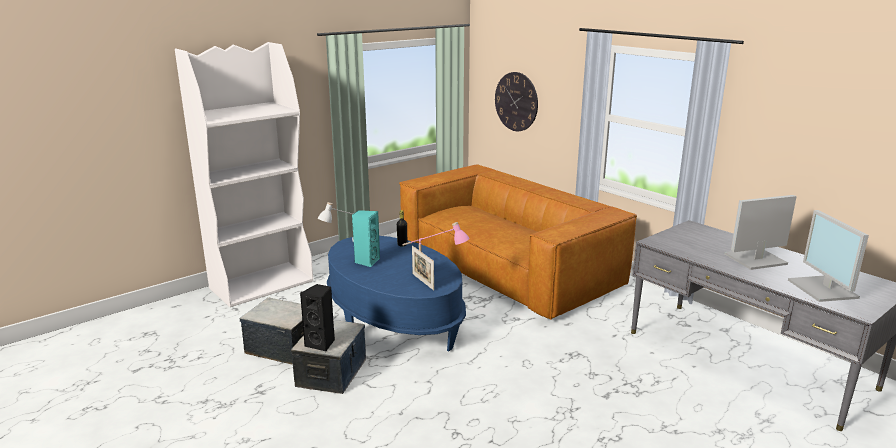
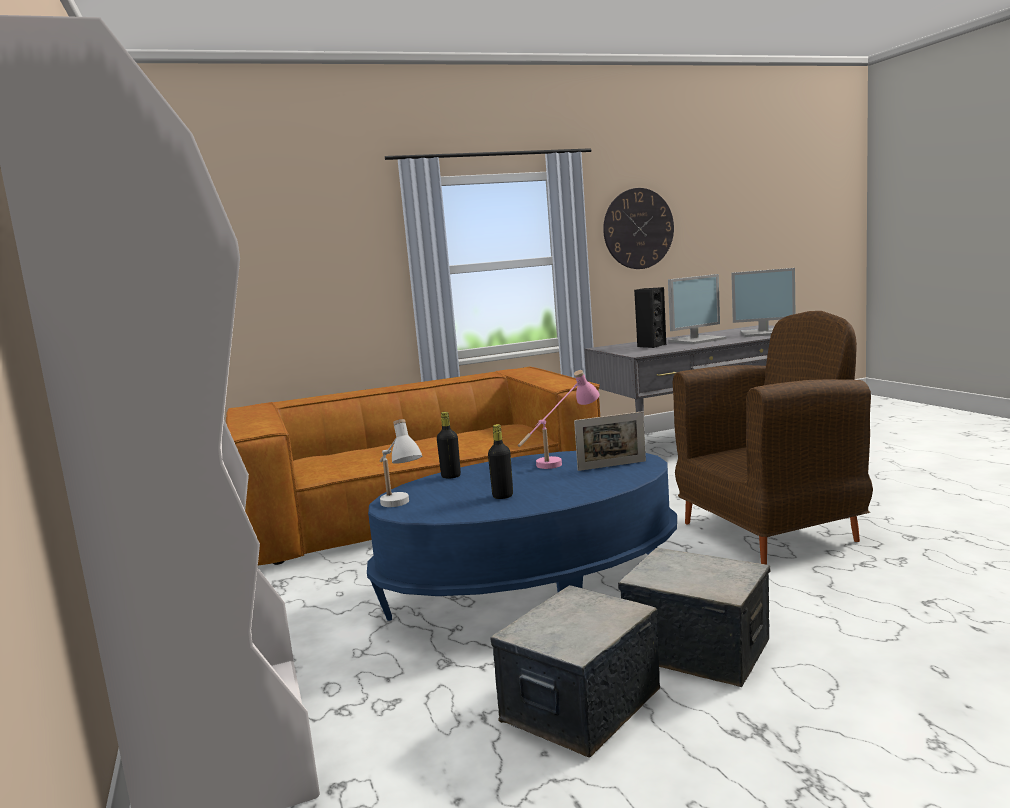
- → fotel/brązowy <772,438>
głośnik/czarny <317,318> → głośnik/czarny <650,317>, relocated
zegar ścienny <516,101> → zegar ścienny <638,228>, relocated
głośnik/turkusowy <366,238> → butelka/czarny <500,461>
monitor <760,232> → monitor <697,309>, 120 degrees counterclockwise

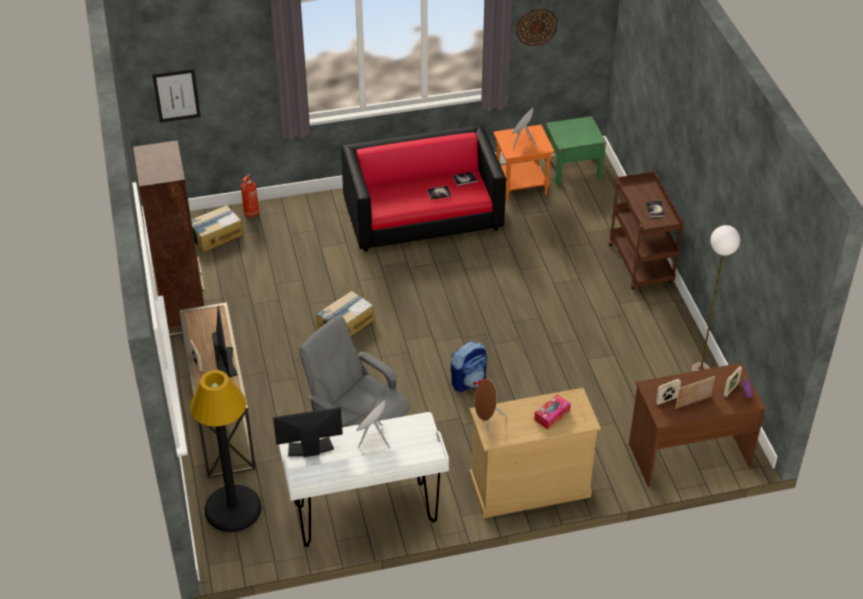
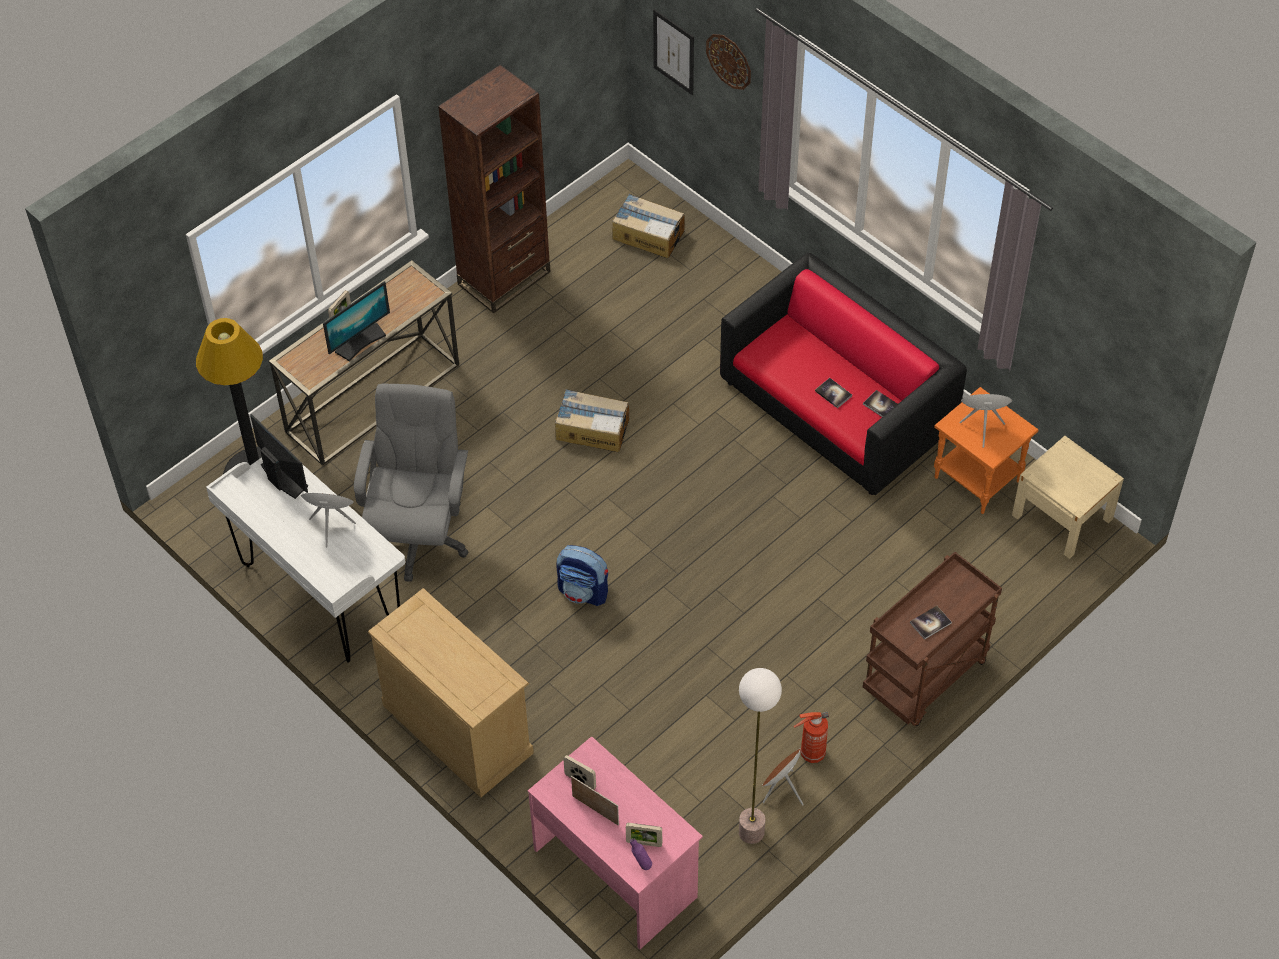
pudełko chusteczek <552,412> → -
gaśnica <250,195> → gaśnica <811,737>, relocated
głośnik/brązowy <491,407> → głośnik/brązowy <783,776>, relocated
zegar ścienny <537,27> → zegar ścienny <728,62>, relocated
szafka nocna/zielony <575,150> → szafka nocna/beżowy <1068,497>
biurko/brązowy <697,425> → biurko/różowy <615,842>

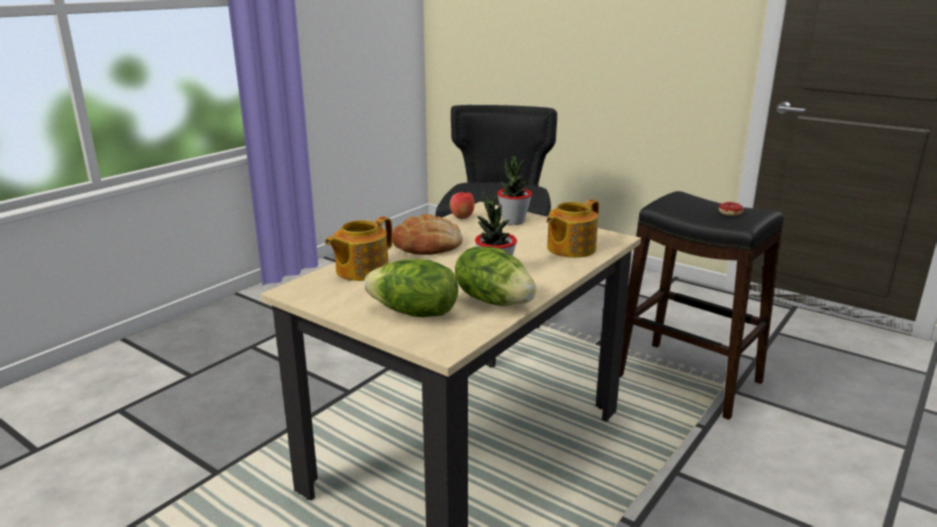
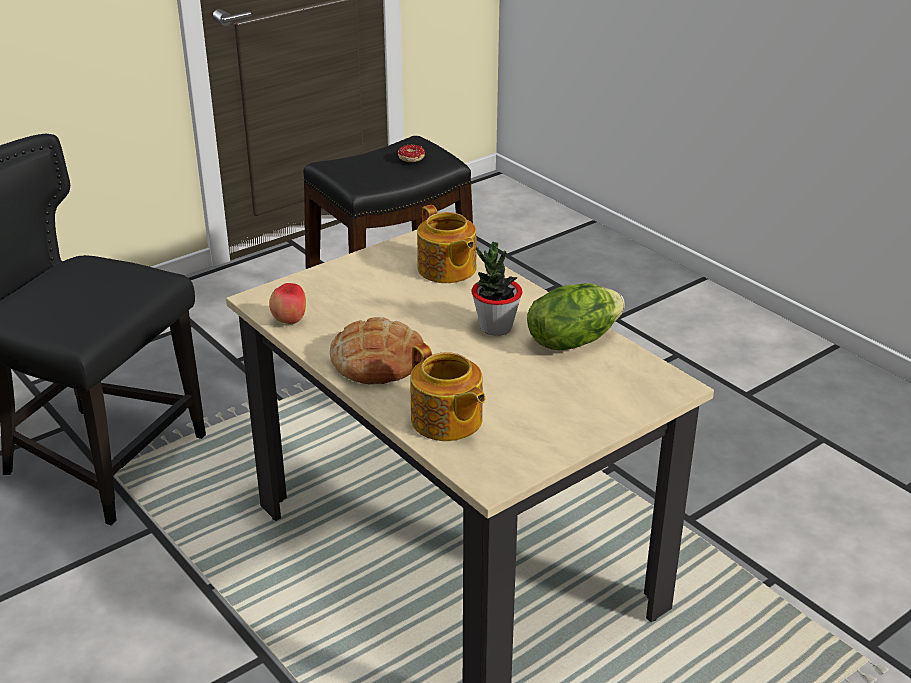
sałata <411,288> → -
roślina doniczkowa <514,190> → -

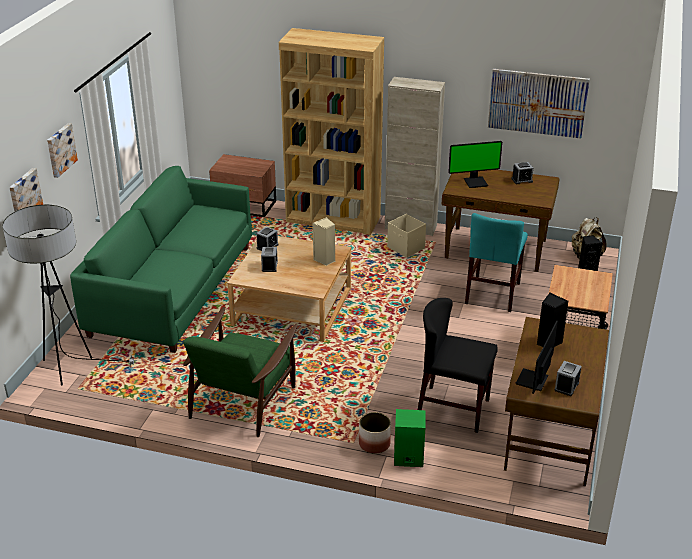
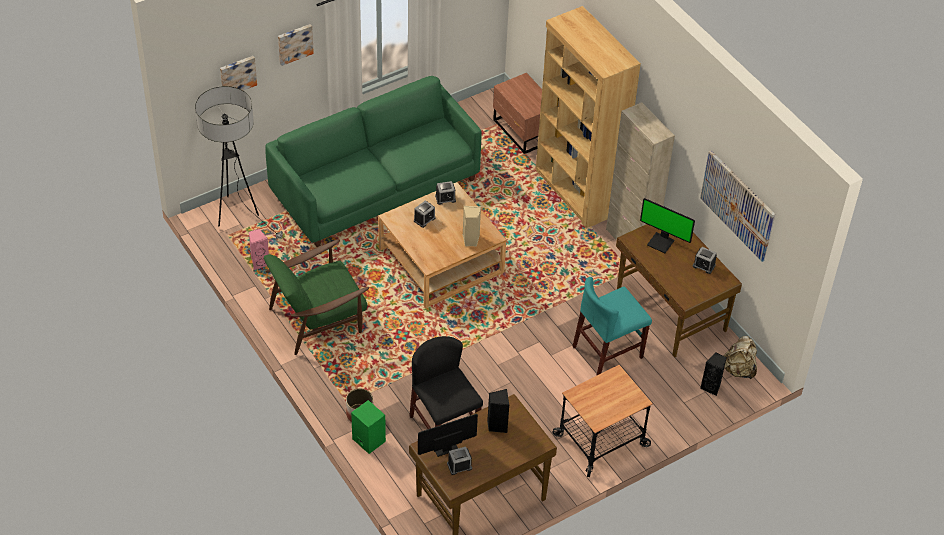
pojemnik do przechowywania/beżowy <406,235> → -
- → głośnik/różowy <259,249>

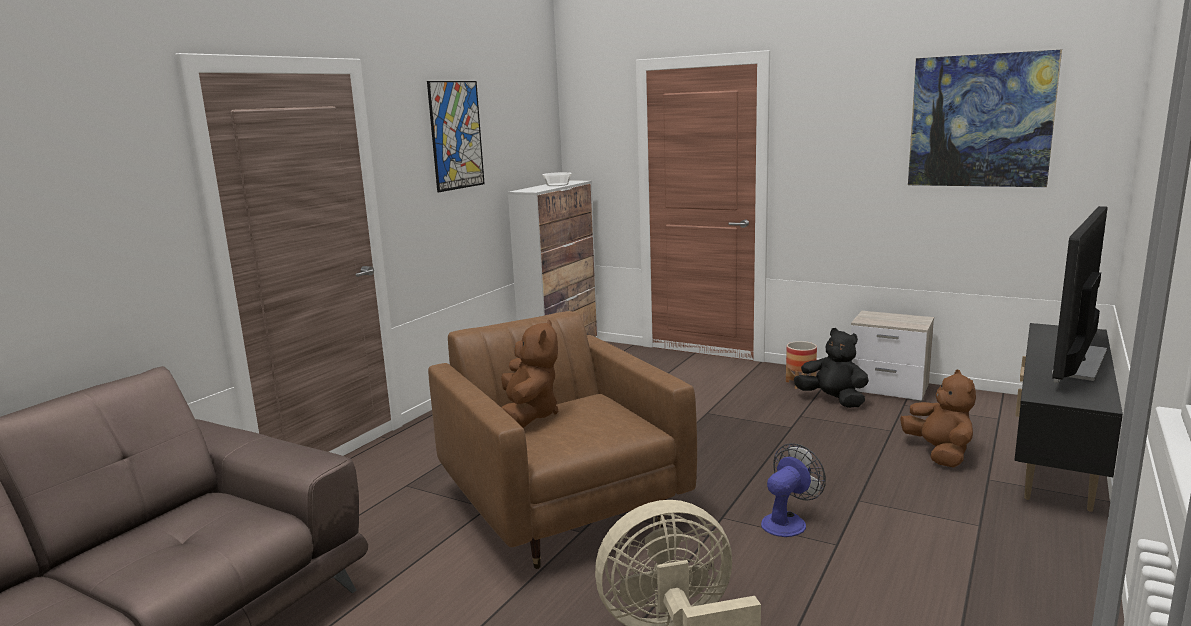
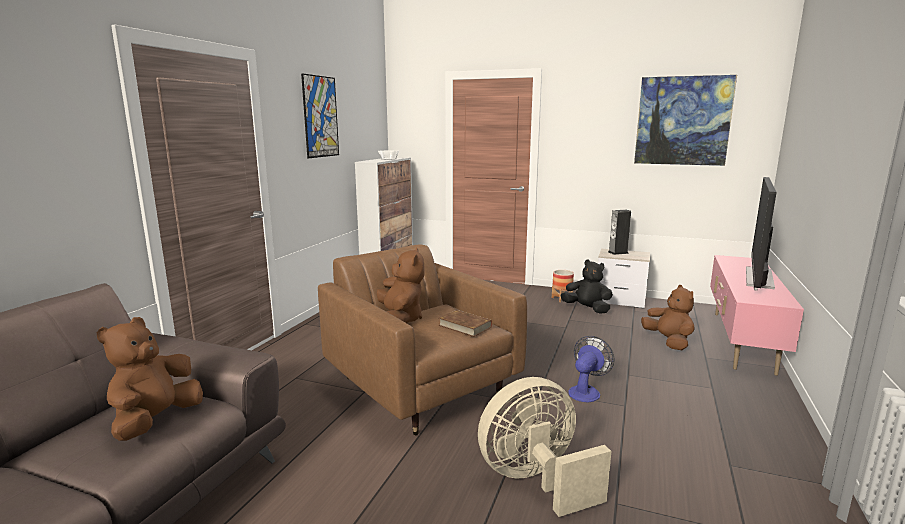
- → pluszak/brązowy <150,379>
- → książka/brązowy <465,323>
- → głośnik <619,232>
szafka pod telewizor/czarny <1068,417> → szafka pod telewizor/różowy <757,315>

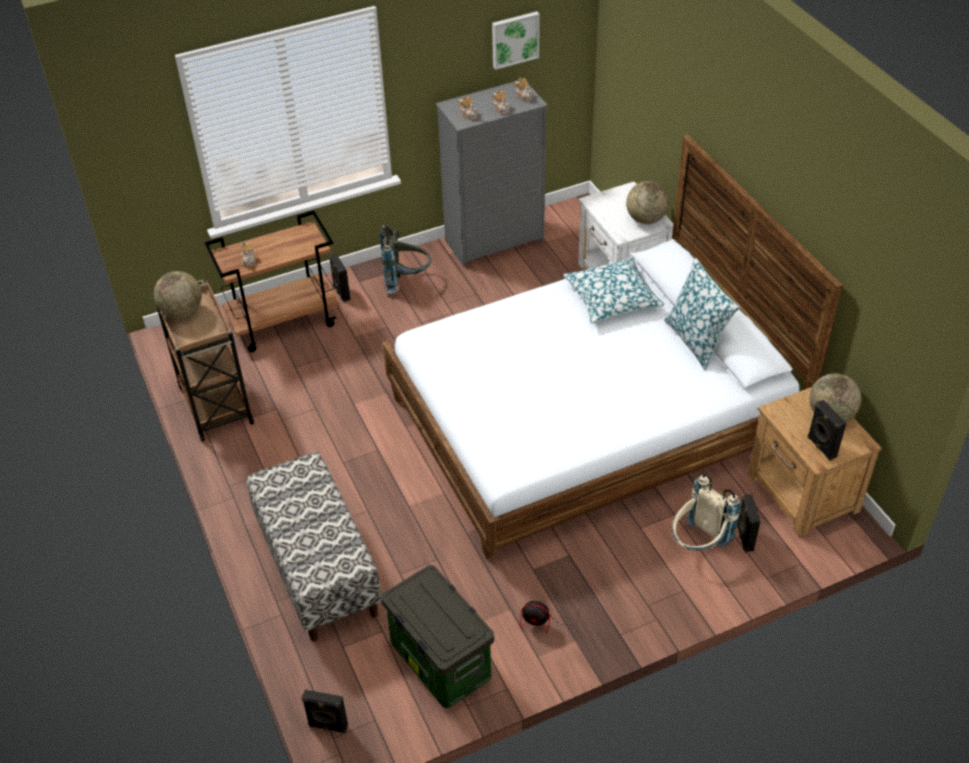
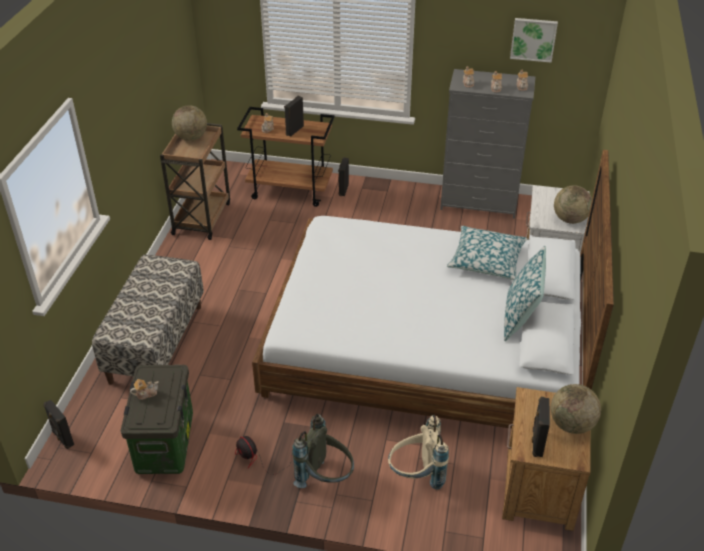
- → imbryk <144,389>
plecak/szary <405,257> → plecak/szary <323,451>, relocated
głośnik/czarny <748,523> → głośnik/czarny <294,116>, relocated

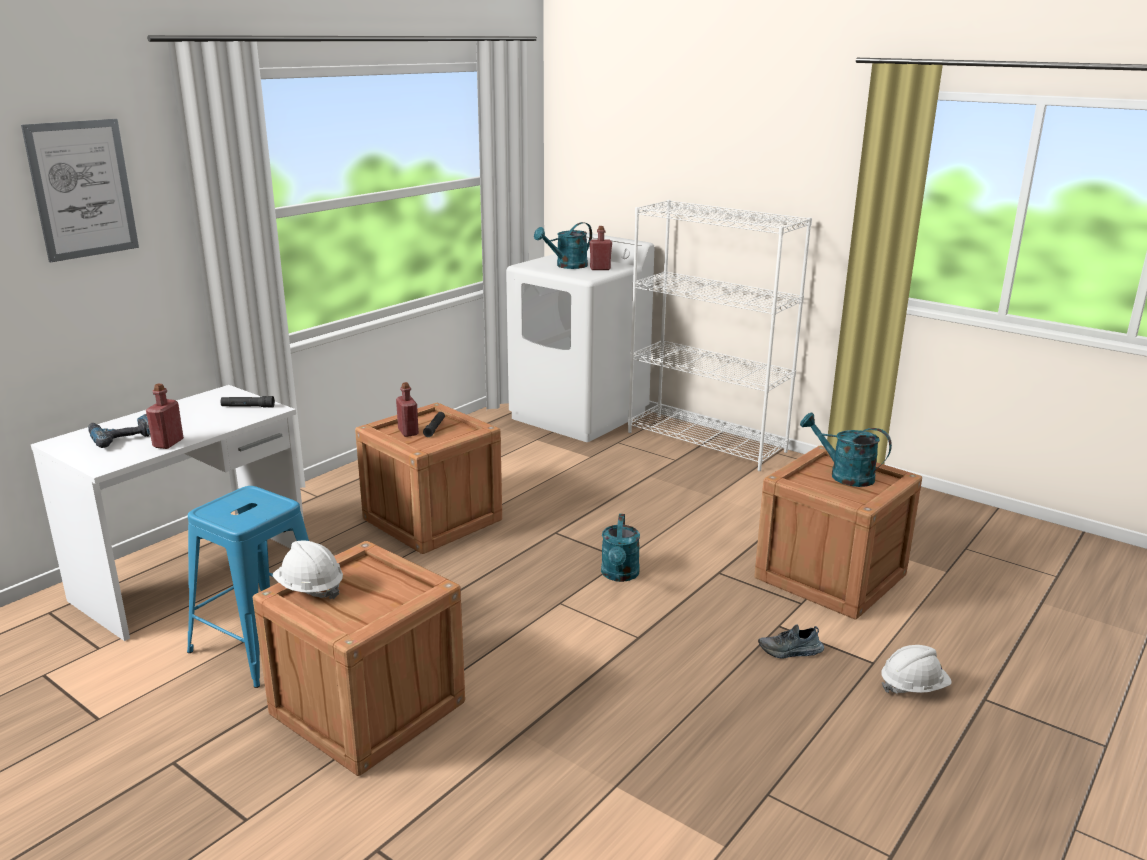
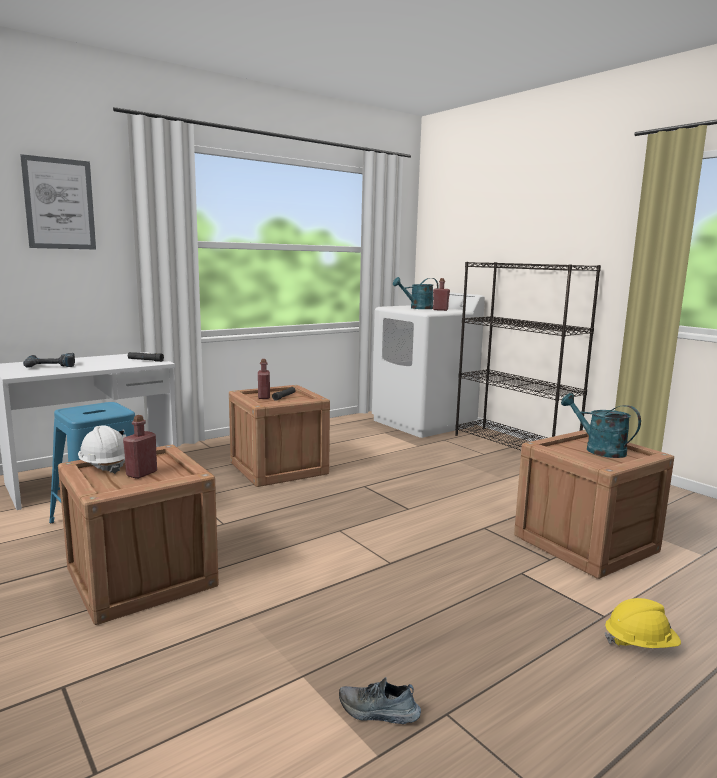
konewka/turkusowy <620,548> → -
butelka/czerwony <165,416> → butelka/czerwony <140,447>, relocated
but <791,641> → but <380,700>, relocated
regał/biały <720,335> → regał/czarny <528,356>
kask/biały <916,669> → kask/żółty <643,623>

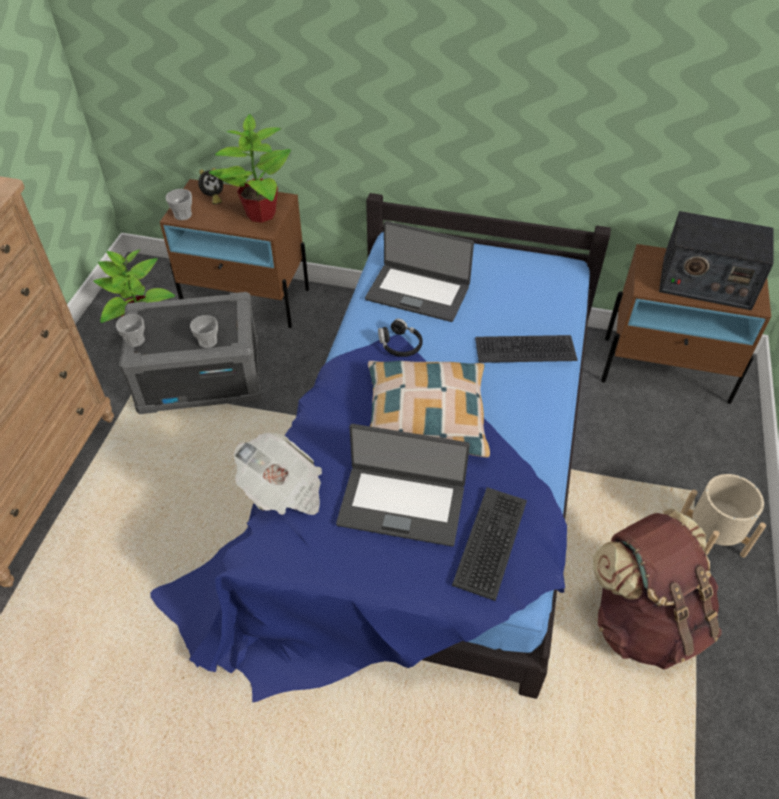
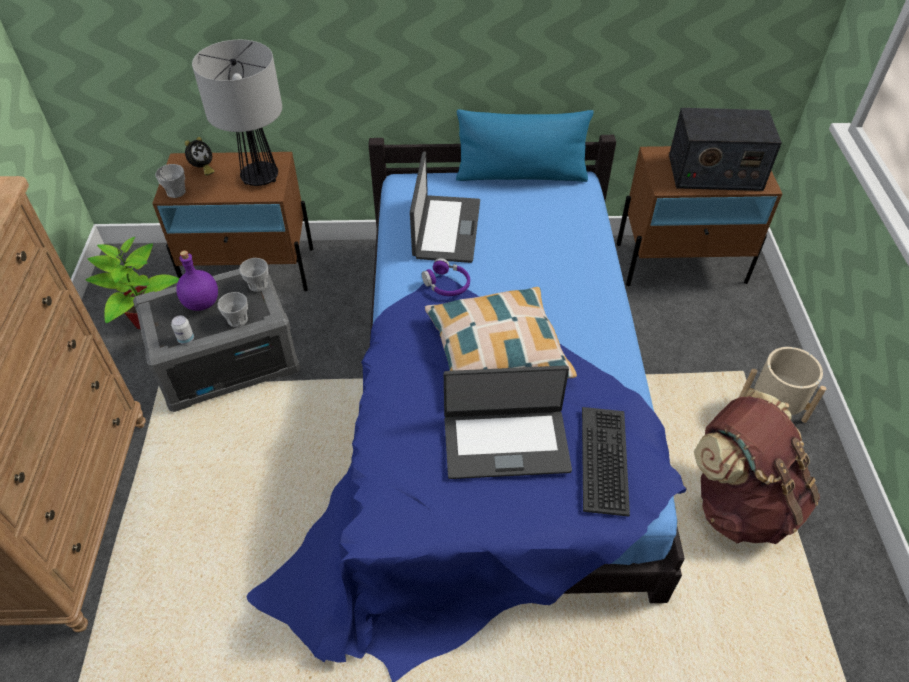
gazeta <278,474> → -
klawiatura <526,349> → -
- → puszka <182,329>
- → butelka/fioletowy <197,280>
- → poduszka/niebieski <525,146>
filiżanka <130,330> → filiżanka <253,275>, relocated
roślina doniczkowa <250,168> → lampa stołowa <237,113>
słuchawki/czarny <400,337> → słuchawki/fioletowy <446,277>
laptop <419,271> → laptop <445,207>, 90 degrees counterclockwise

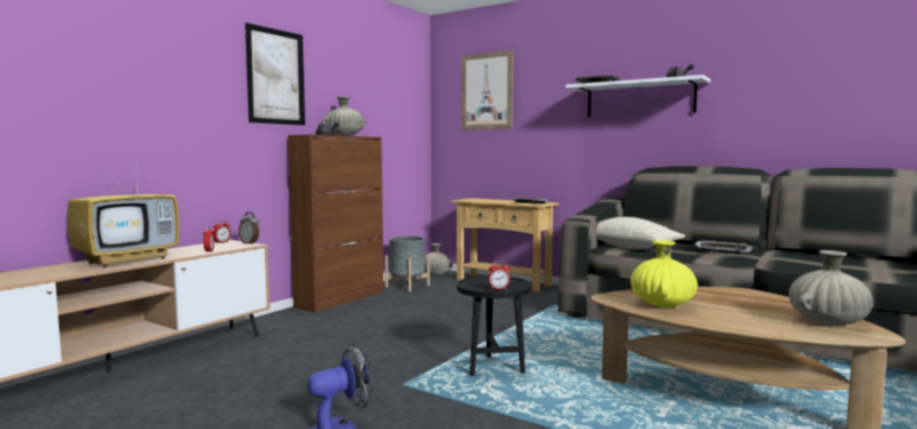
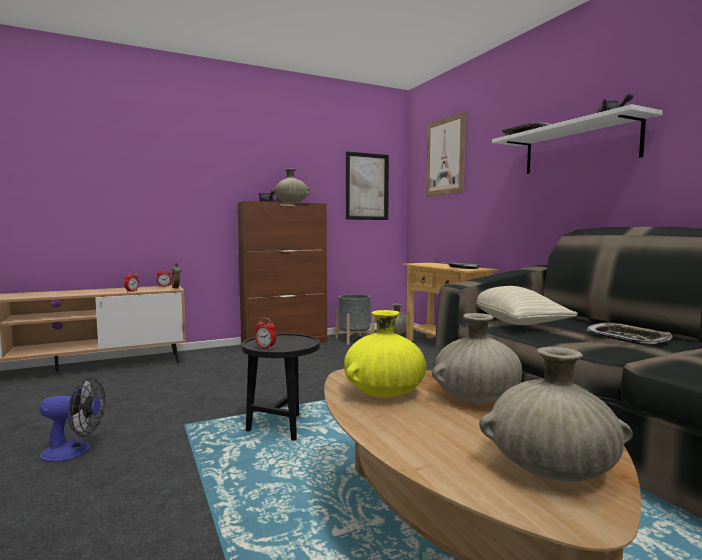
telewizor <123,211> → -
- → wazon/beżowy <477,358>
obraz <275,74> → obraz <367,185>, relocated

